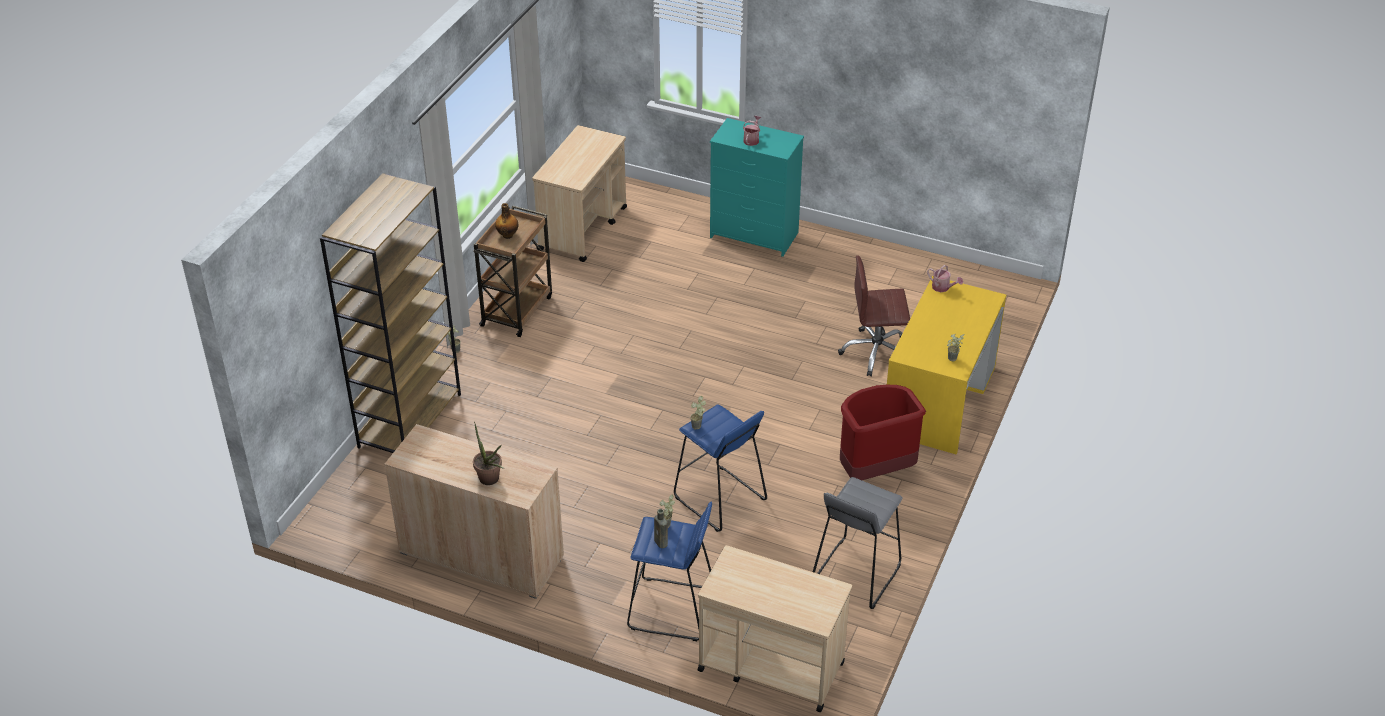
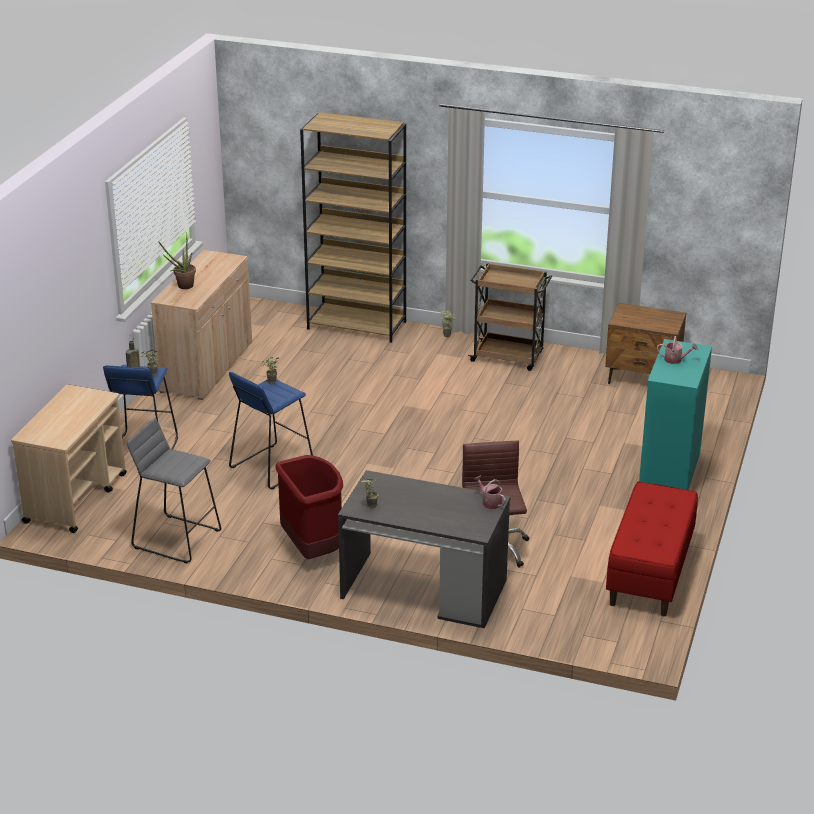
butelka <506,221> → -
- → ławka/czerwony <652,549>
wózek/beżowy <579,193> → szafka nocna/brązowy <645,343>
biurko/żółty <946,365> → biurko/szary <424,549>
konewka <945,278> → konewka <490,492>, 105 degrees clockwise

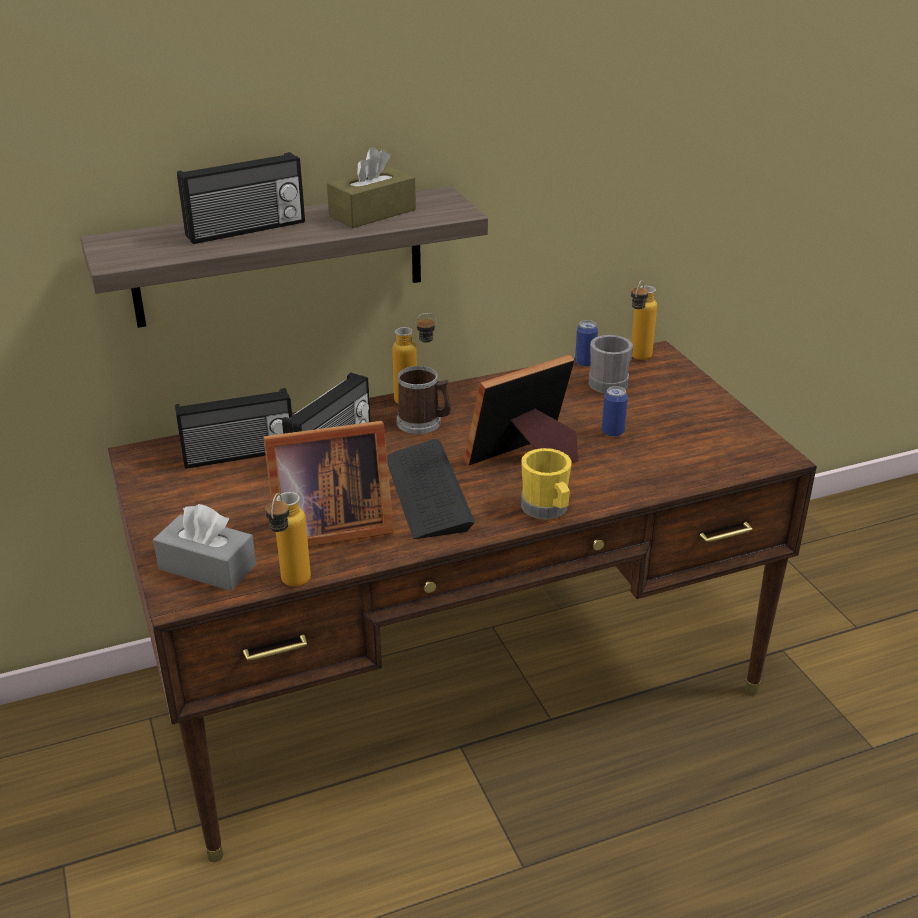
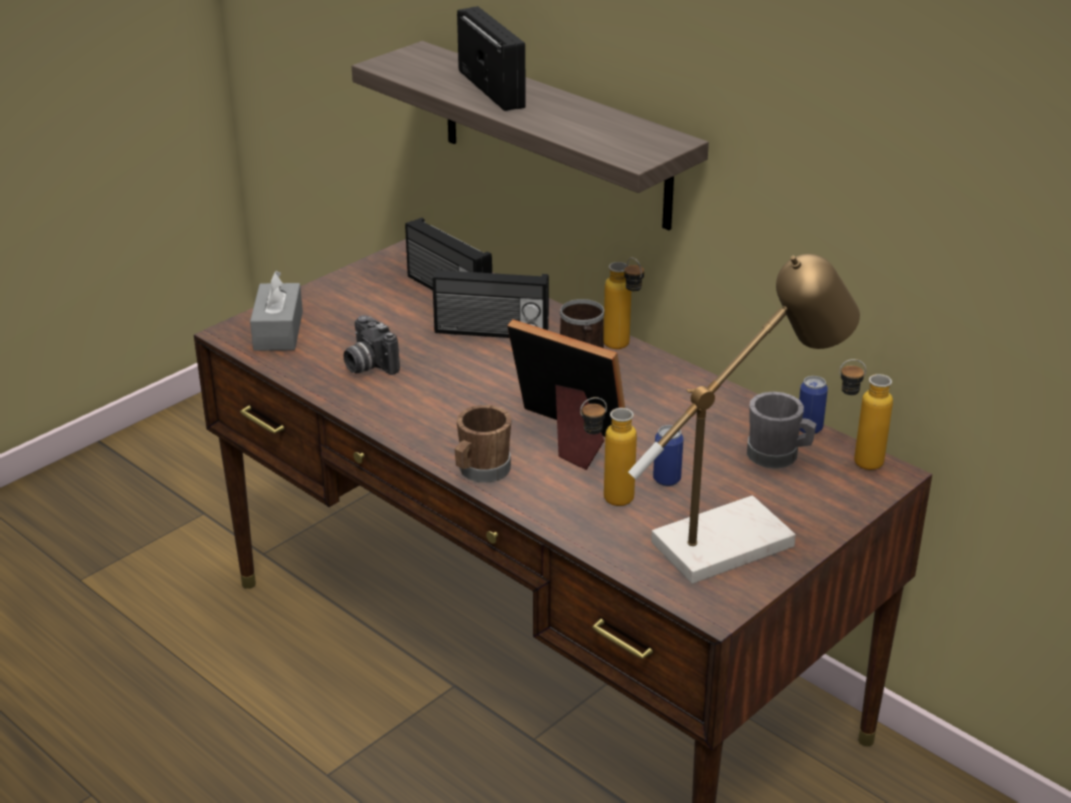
pudełko chusteczek/brązowy <371,187> → -
klawiatura <431,489> → -
- → lampa stołowa <744,419>
butelka <288,539> → butelka <608,451>, relocated
ramka na zdjęcie <328,484> → aparat fotograficzny <372,345>
kubek/żółty <546,483> → kubek/brązowy <483,444>
radio <241,198> → radio <491,58>, 150 degrees counterclockwise

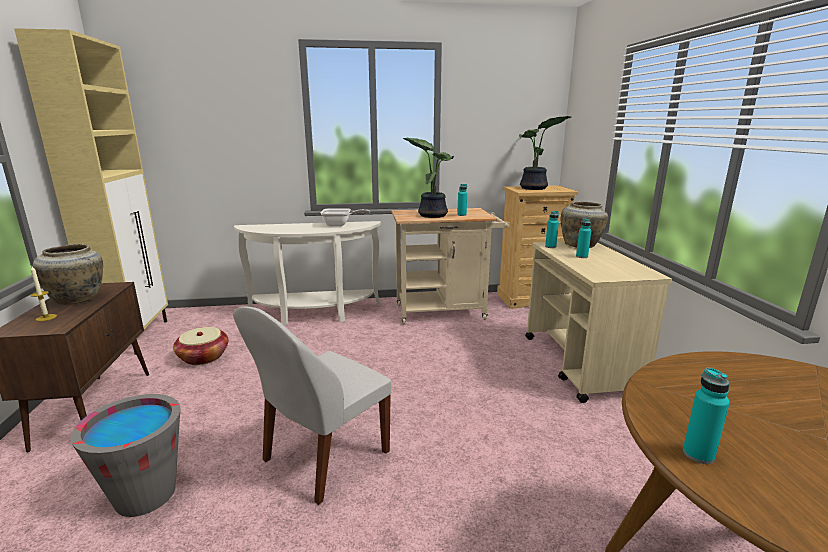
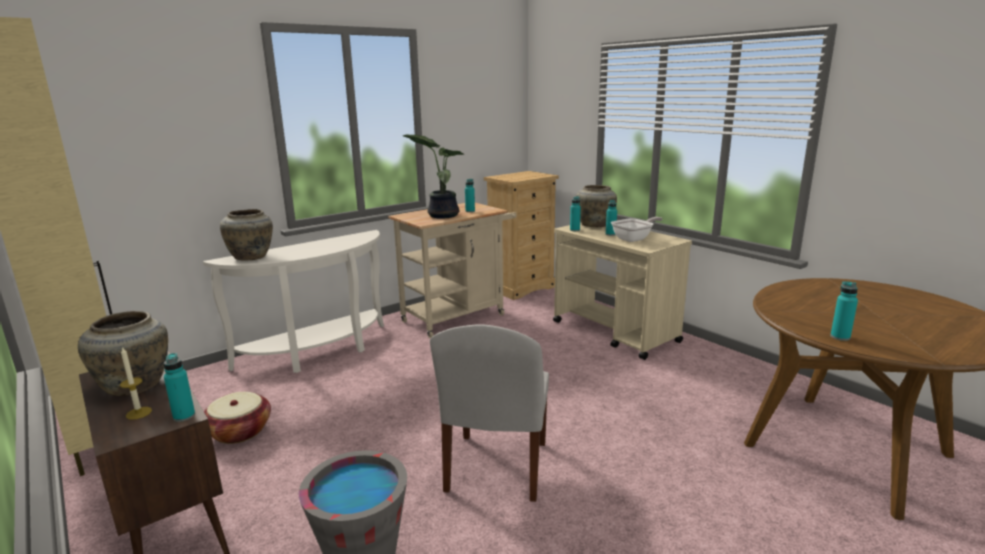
roślina doniczkowa <545,153> → -
- → butelka/turkusowy <179,387>
- → wazon/beżowy <246,234>
patelnia <345,217> → patelnia <636,229>, relocated

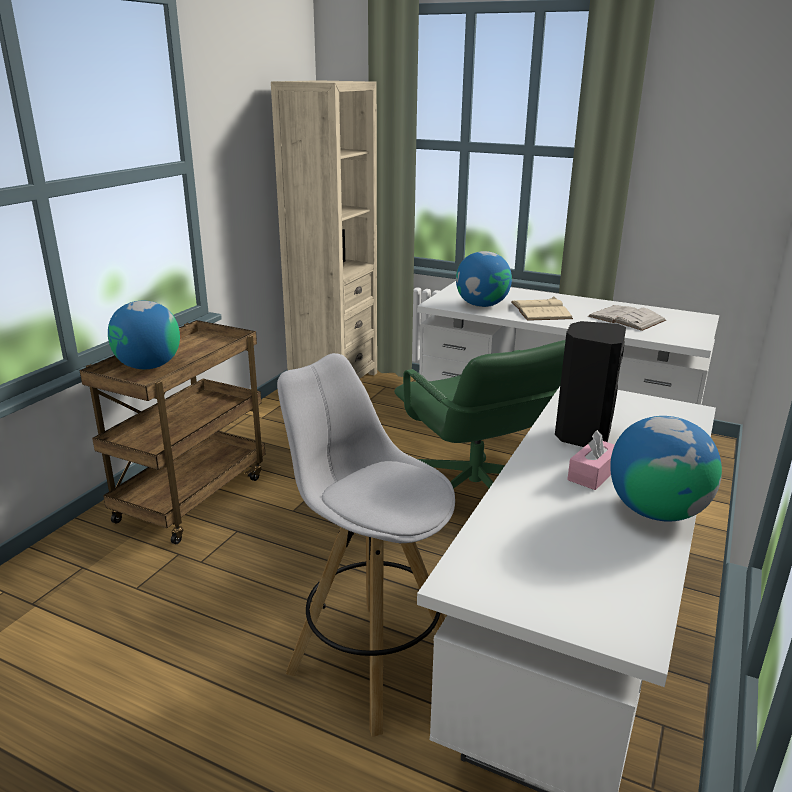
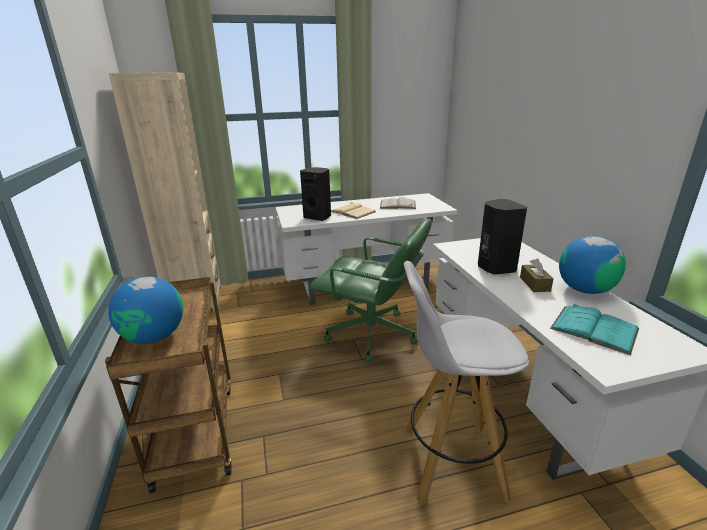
- → książka/turkusowy <594,329>
globus <484,279> → głośnik/czarny <315,194>
pudełko chusteczek/różowy <591,460> → pudełko chusteczek/brązowy <536,275>

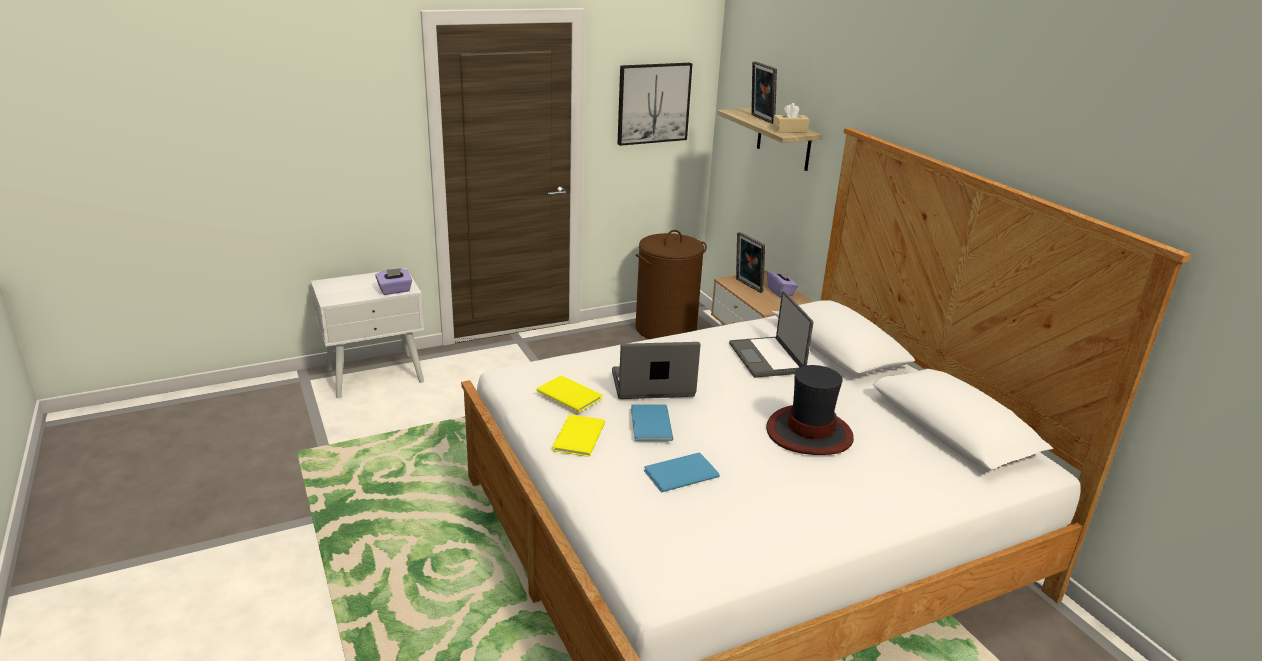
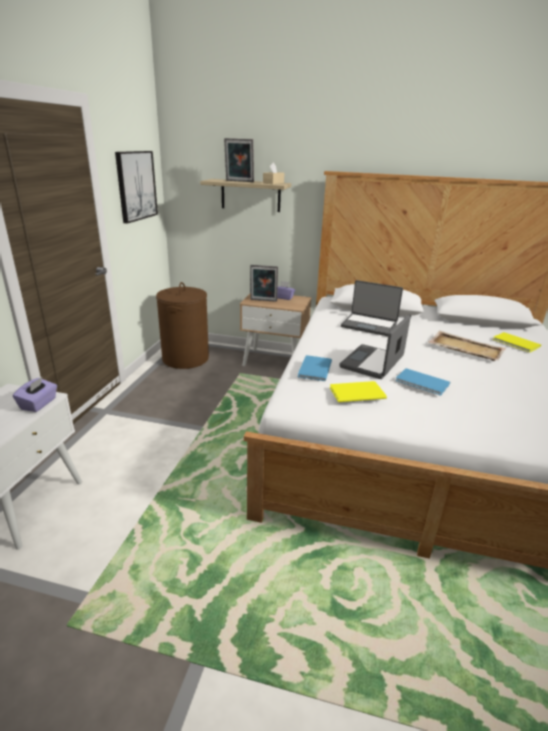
książka/żółty <578,435> → książka/żółty <517,342>, relocated
książka/niebieski <682,472> → książka/niebieski <315,368>, relocated
kapelusz <810,410> → taca/beżowy <467,346>

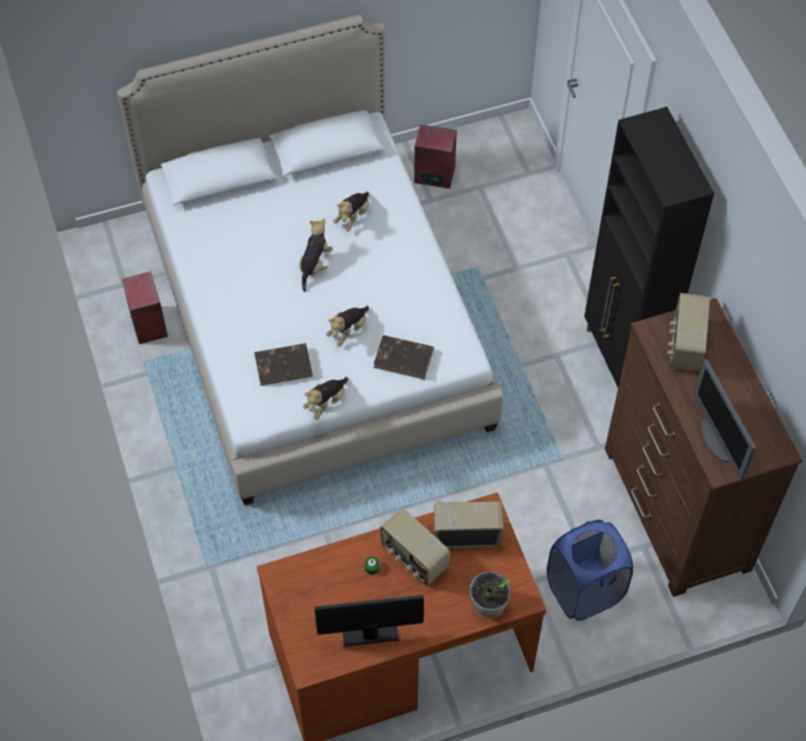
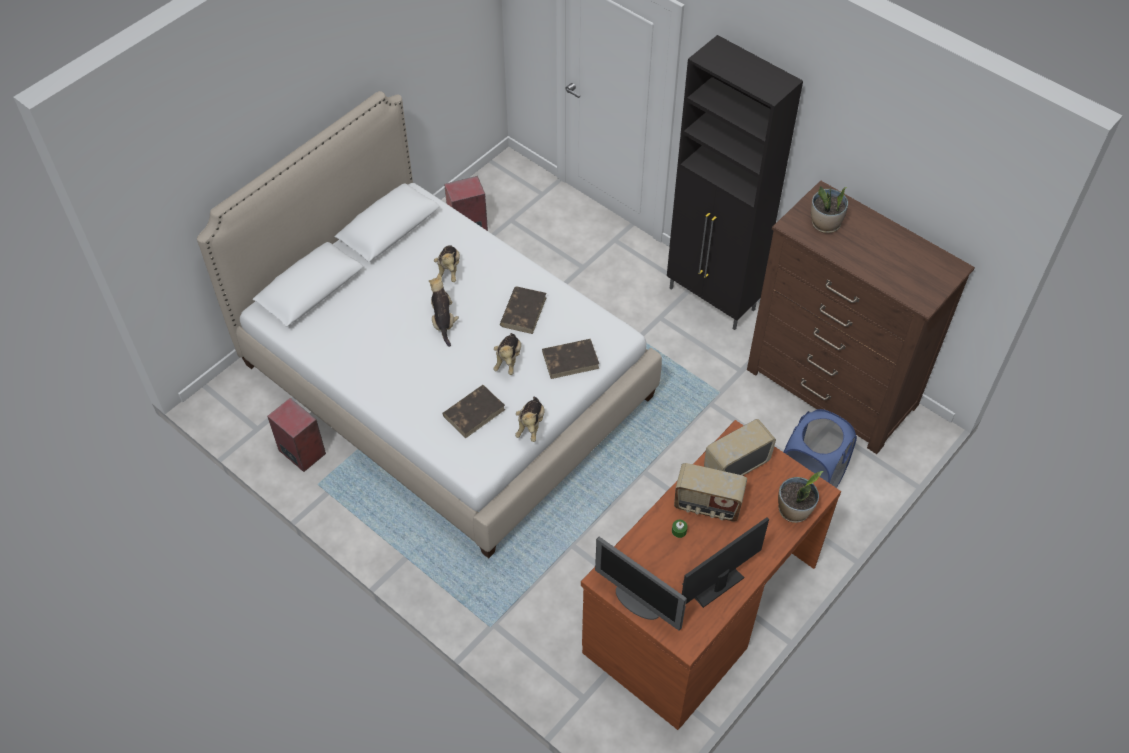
- → książka/brązowy <523,310>
monitor <724,420> → monitor <641,584>, relocated
radio <688,332> → roślina doniczkowa <829,209>

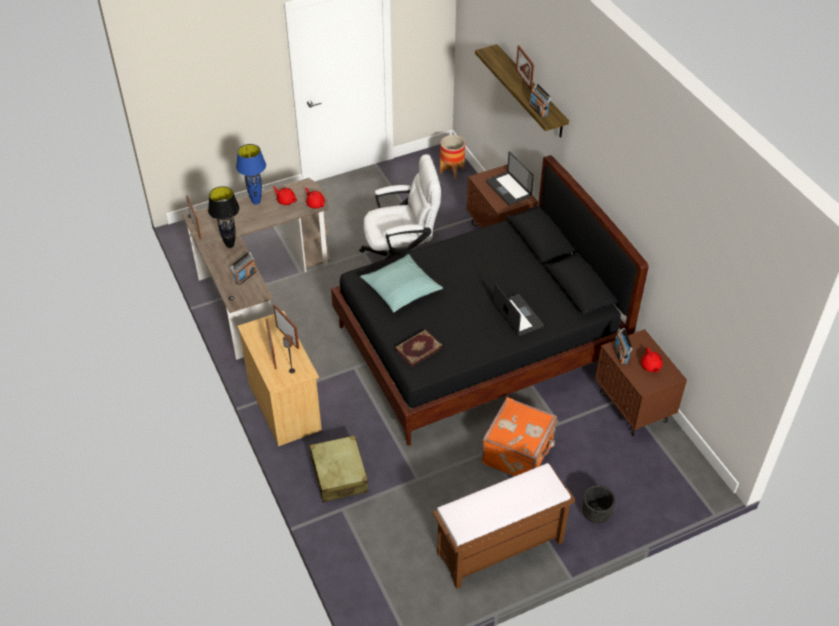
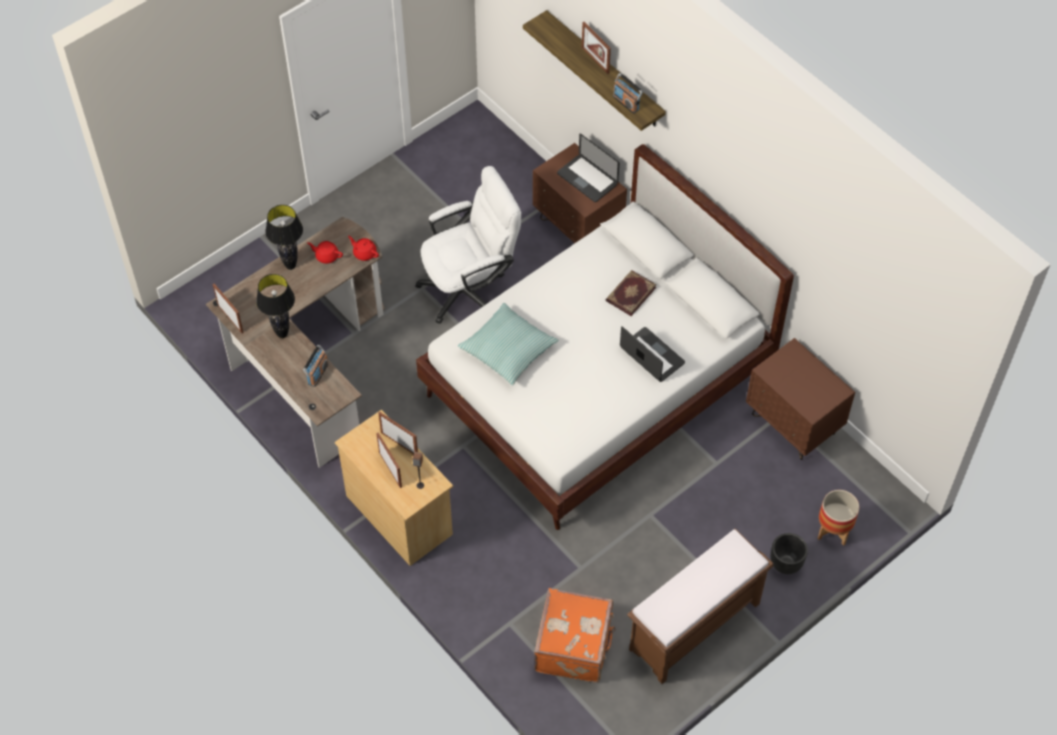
walizka/beżowy <339,468> → -
radio <623,346> → -
imbryk/czerwony <652,360> → -
książka <418,348> → książka <631,293>, relocated
donica <452,157> → donica <838,518>, relocated
walizka/pomarańczowy <519,436> → walizka/pomarańczowy <574,635>, relocated
lampa stołowa/niebieski <251,174> → lampa stołowa/czarny <284,237>
łóżko/czarny <490,300> → łóżko/biały <605,337>

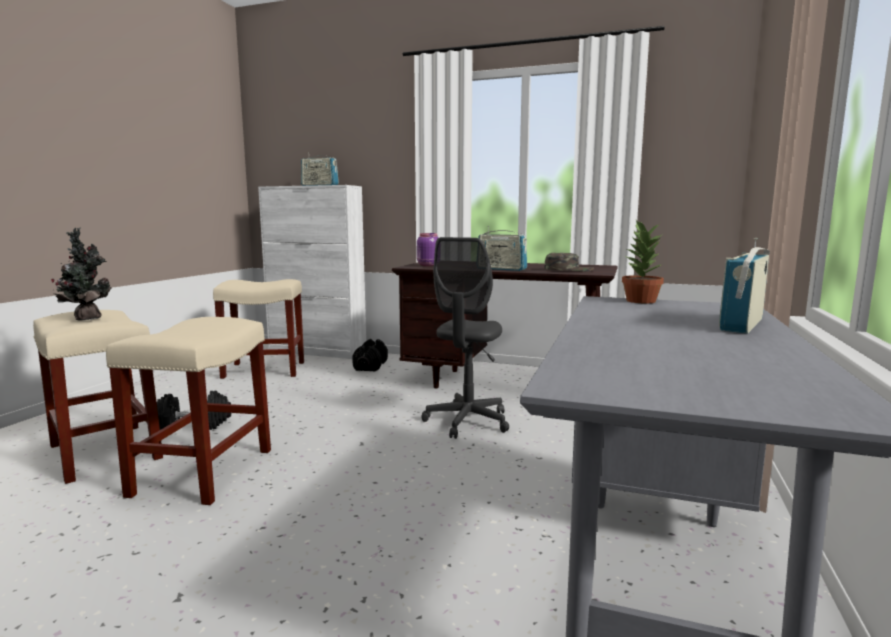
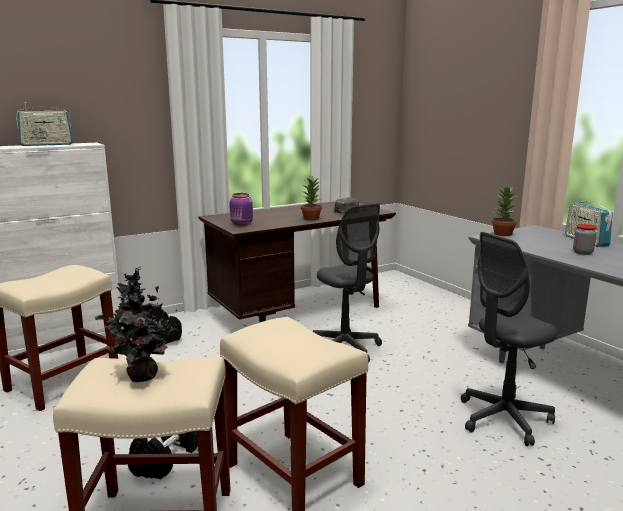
- → krzesło biurowe/szary <509,339>
- → słoik <585,239>
radio <502,248> → roślina doniczkowa <311,197>

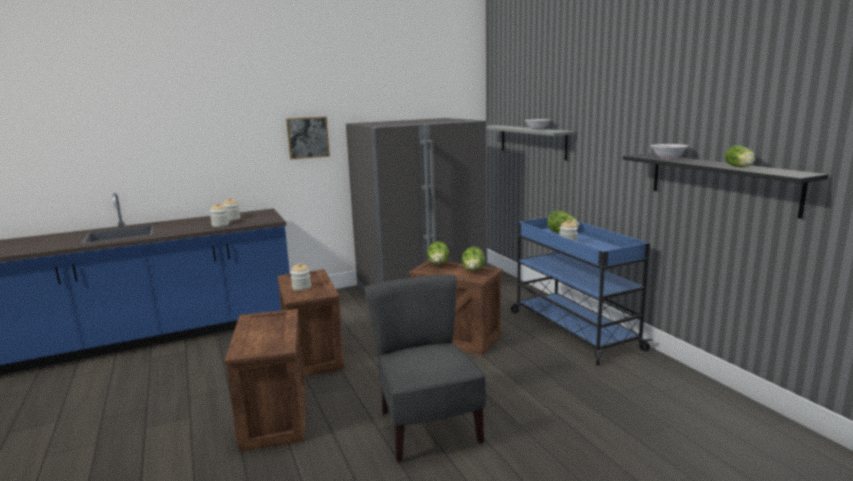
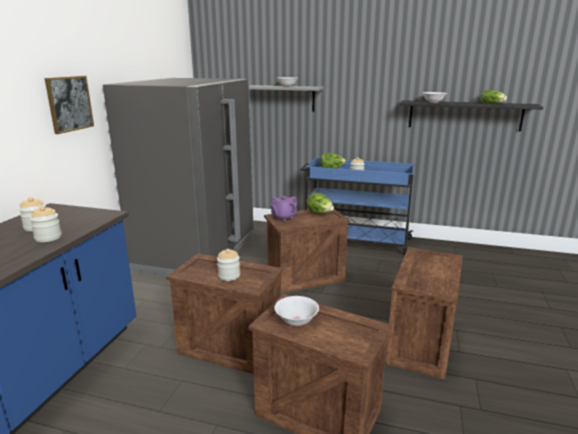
- → miska/biały <296,311>
krzesło/szary <425,368> → skrzynka <424,313>
sałata <438,253> → imbryk/fioletowy <284,208>

